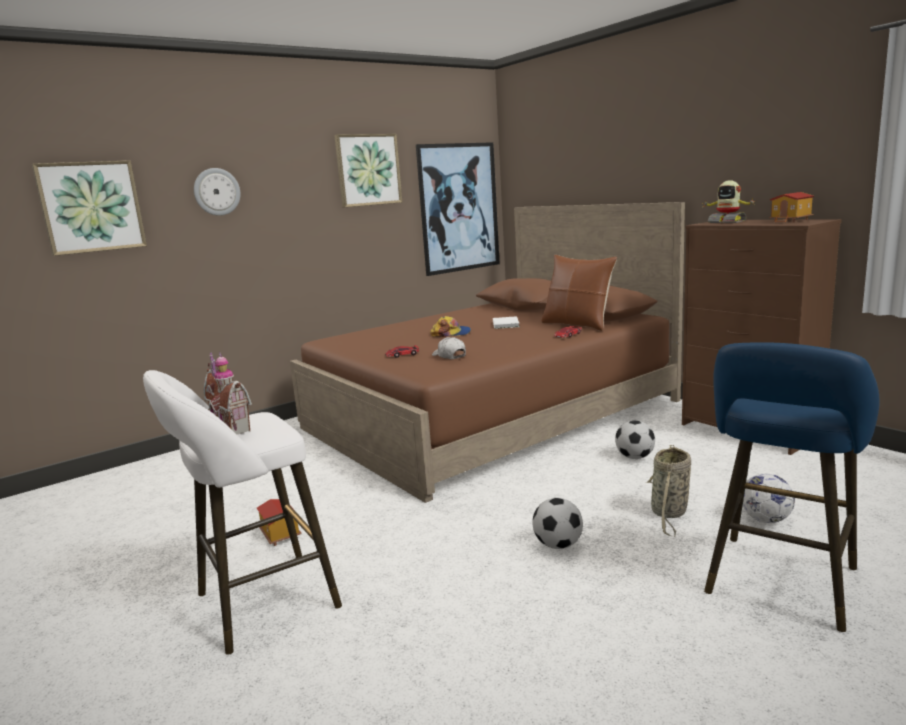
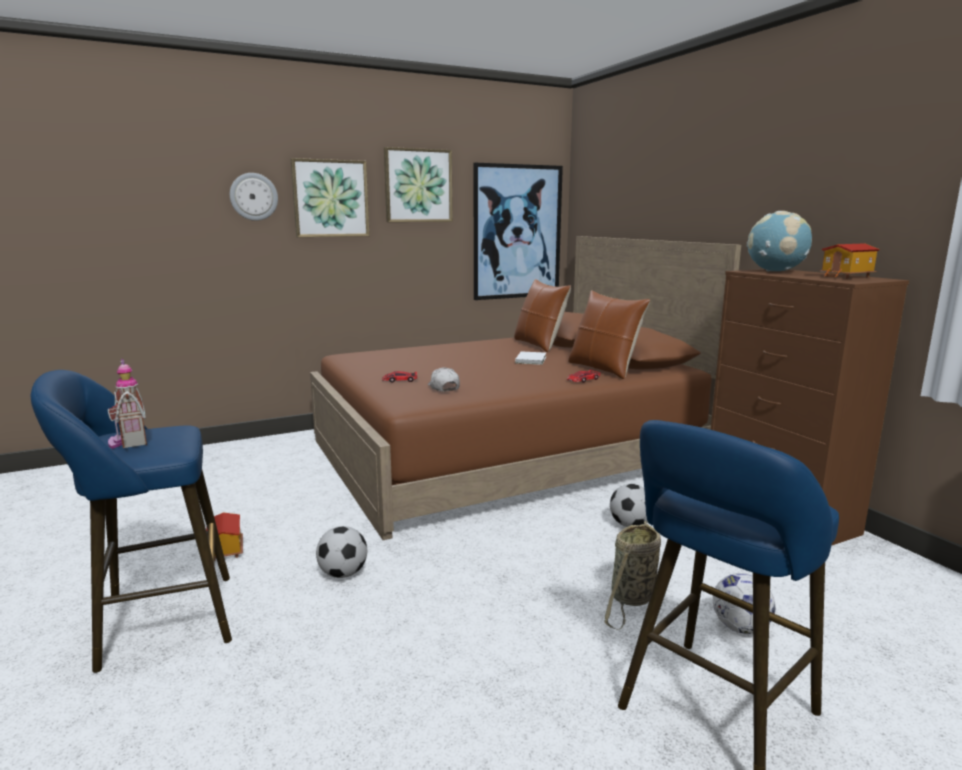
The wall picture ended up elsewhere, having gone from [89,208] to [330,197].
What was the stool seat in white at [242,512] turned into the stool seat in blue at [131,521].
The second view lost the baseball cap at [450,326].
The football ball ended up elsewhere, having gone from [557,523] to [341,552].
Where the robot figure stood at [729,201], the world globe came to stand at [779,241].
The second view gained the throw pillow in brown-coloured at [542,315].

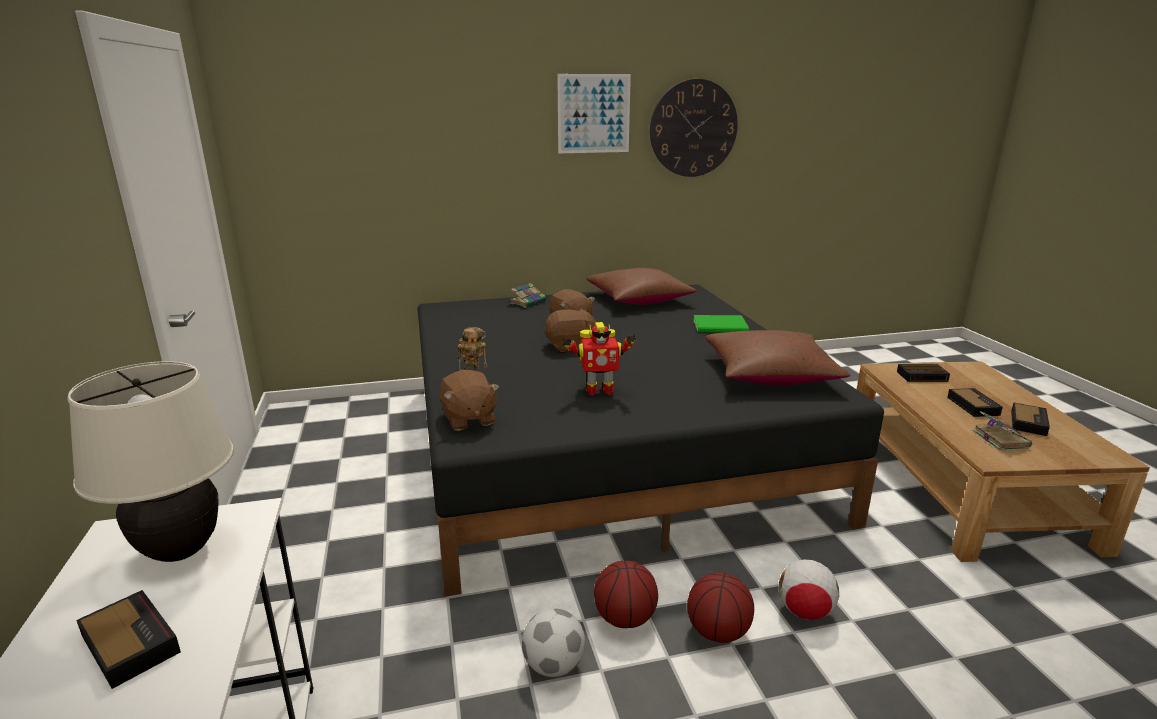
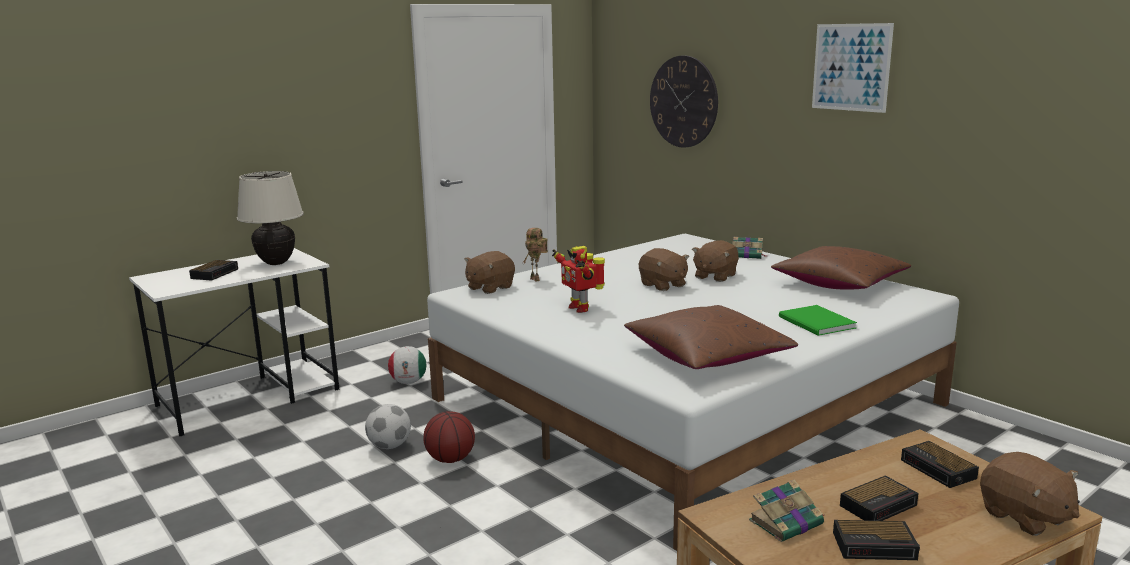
What was the bedroom bed in blackish at [651,441] turned into the bedroom bed in white at [693,392].
The clock on the wall ended up elsewhere, having gone from [694,128] to [684,101].
The second view lost the basketball at [720,607].
The football ball ended up elsewhere, having gone from [809,590] to [407,365].
The second view gained the plush toy in brown-coloured at [1030,494].

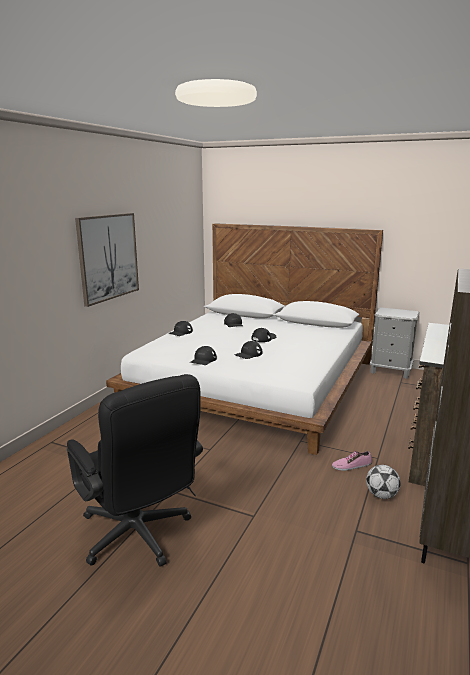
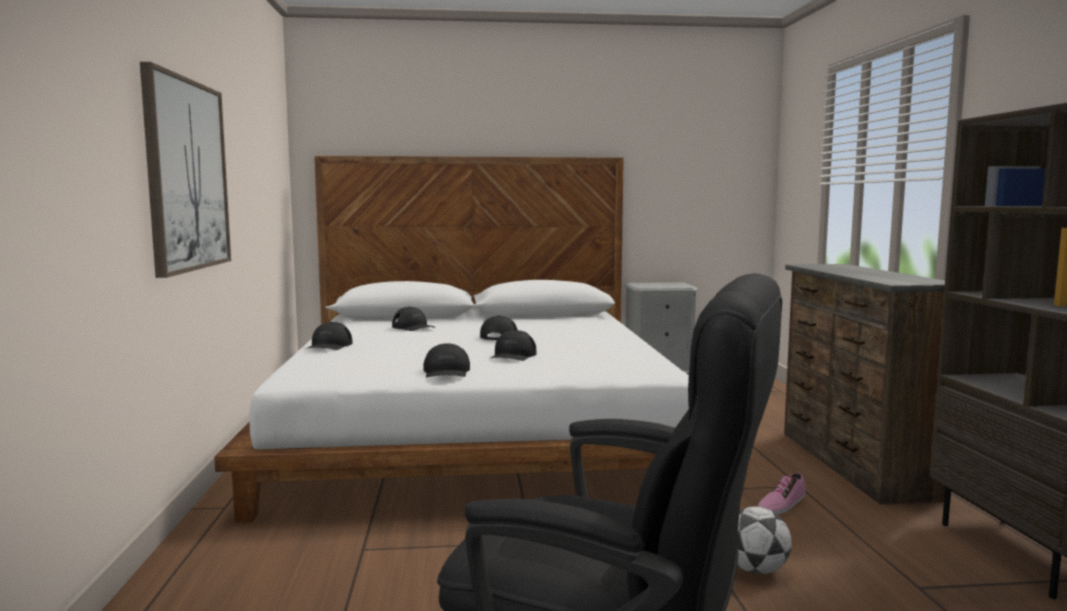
The football ball ended up elsewhere, having gone from [383,482] to [764,540].

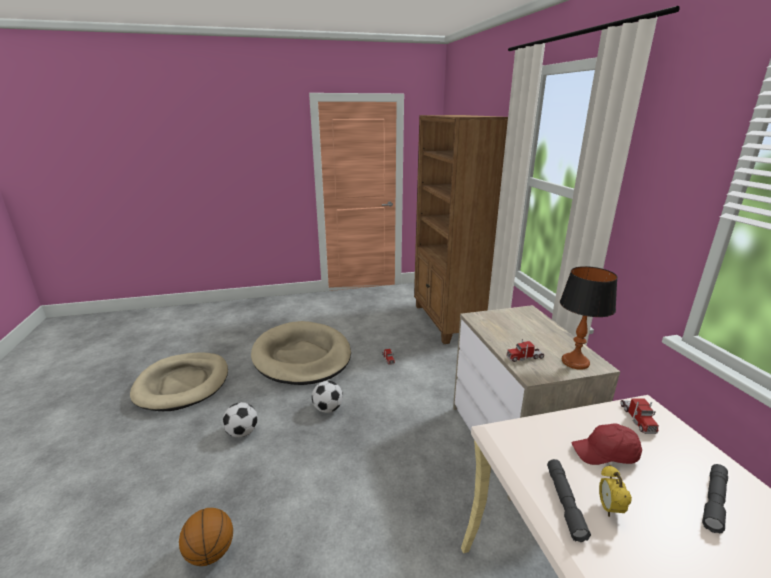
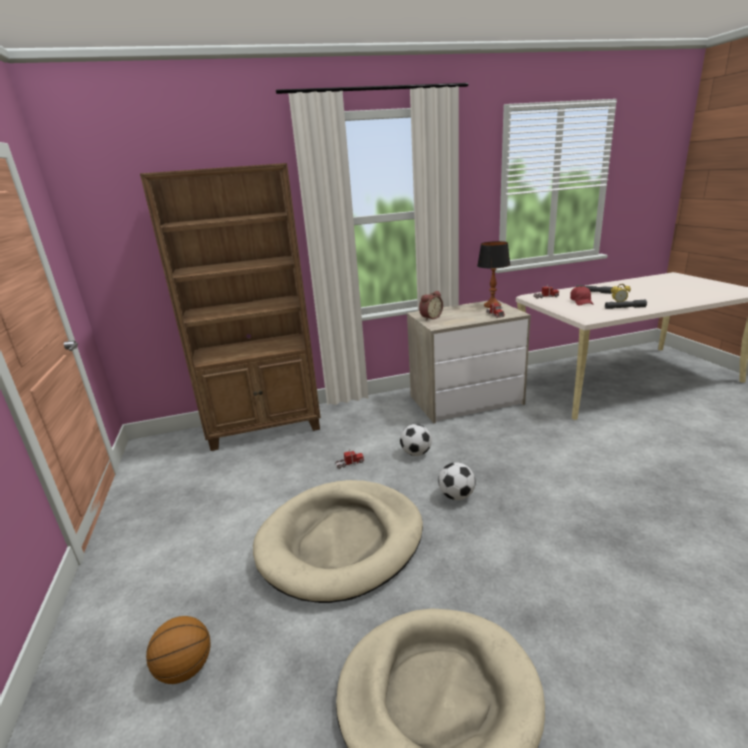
The basketball ended up elsewhere, having gone from [206,537] to [178,650].
The football ball ended up elsewhere, having gone from [240,419] to [416,440].
The second view gained the bedside clock at [431,306].

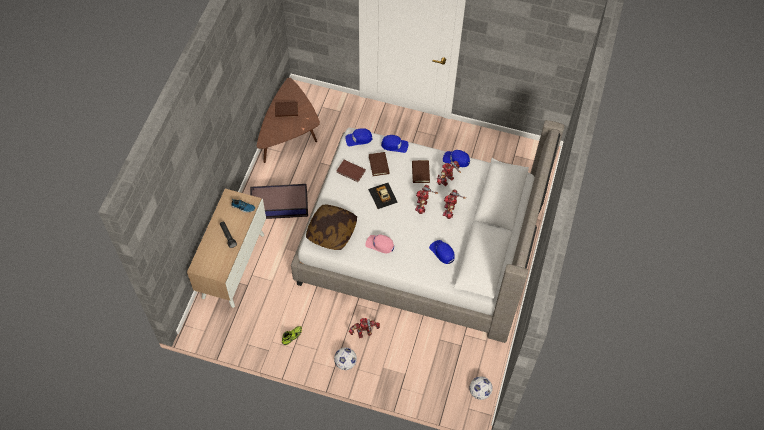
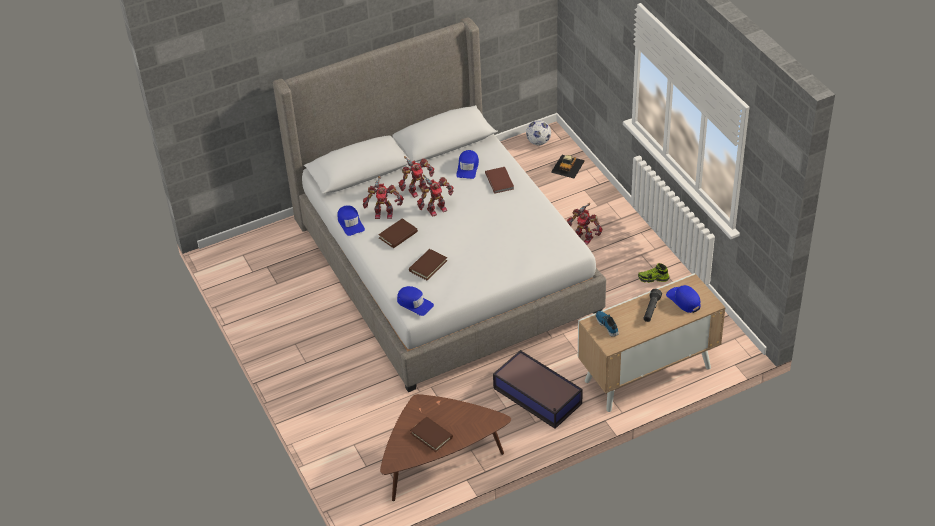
The second view lost the throw pillow at [331,227].
The second view lost the football ball at [345,358].
The book in brown-coloured ended up elsewhere, having gone from [351,171] to [499,180].
The second view lost the baseball cap in pink-coloured at [379,244].
The toy car ended up elsewhere, having gone from [383,196] to [568,166].
The baseball cap in blue ended up elsewhere, having gone from [394,144] to [683,299].

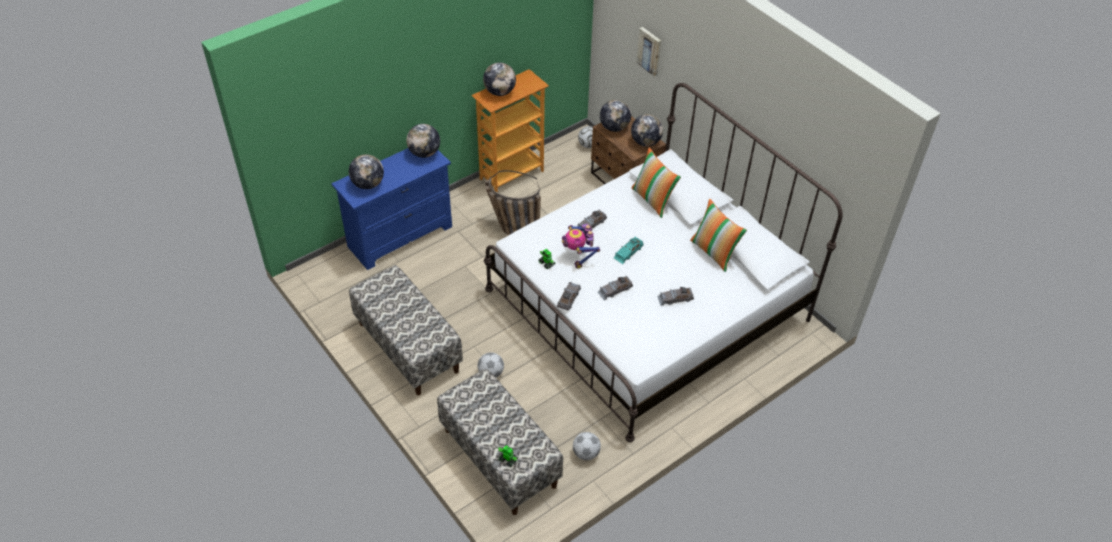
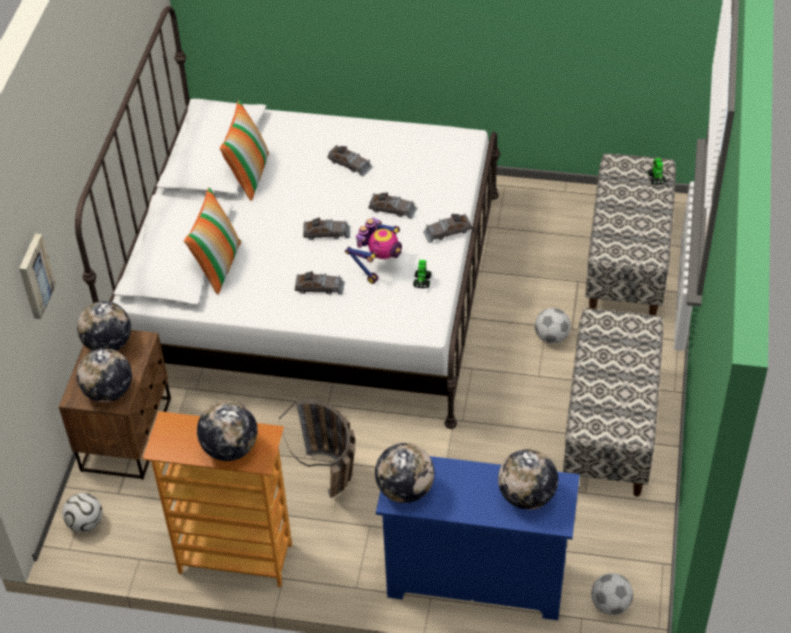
The football ball ended up elsewhere, having gone from [587,446] to [612,594].
What was the toy car in turquoise at [629,250] turned into the toy car in grey at [326,228].

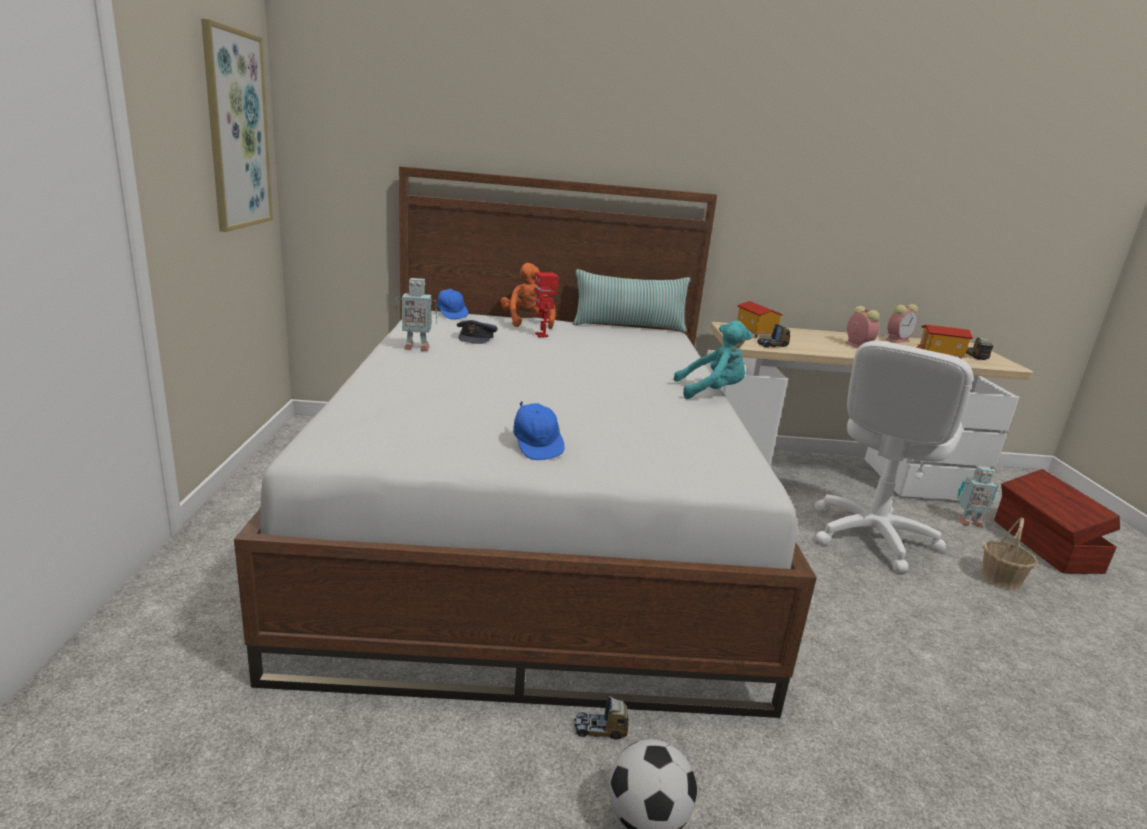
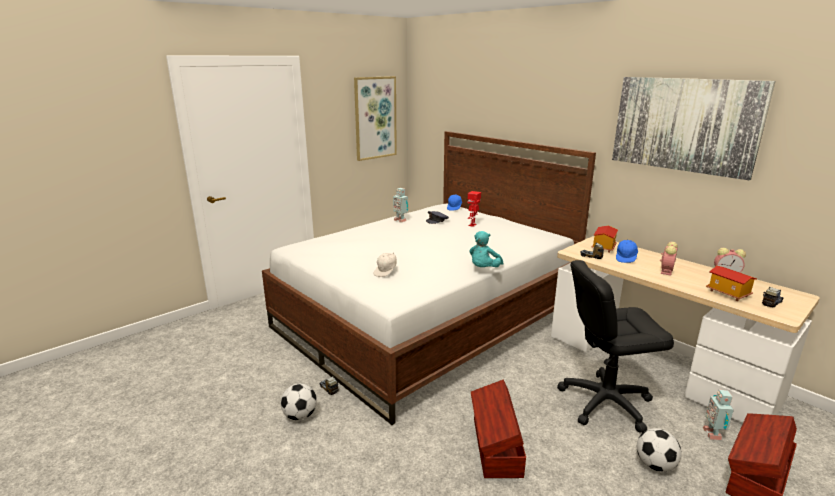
The second view lost the plush toy in orange at [528,296].
The baseball cap in blue ended up elsewhere, having gone from [539,430] to [627,251].
The second view lost the throw pillow at [632,300].
The plush toy in turquoise at [713,360] ended up facing another way, 75 degrees clockwise from before.
What was the office chair in white at [893,457] turned into the office chair in blackish at [615,346].
The robot figure at [977,496] ended up facing another way, 45 degrees clockwise from before.
Where the basket stood at [1008,554], the football ball came to stand at [659,450].
The second view gained the baseball cap in white at [385,264].
The second view gained the storage bin in brown-coloured at [498,429].
The second view gained the wall picture at [693,129].

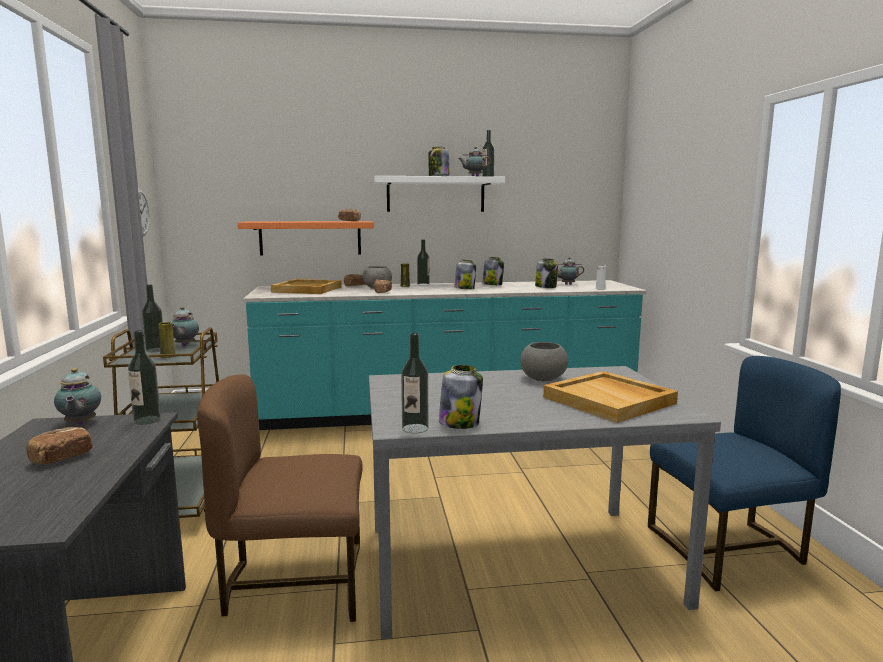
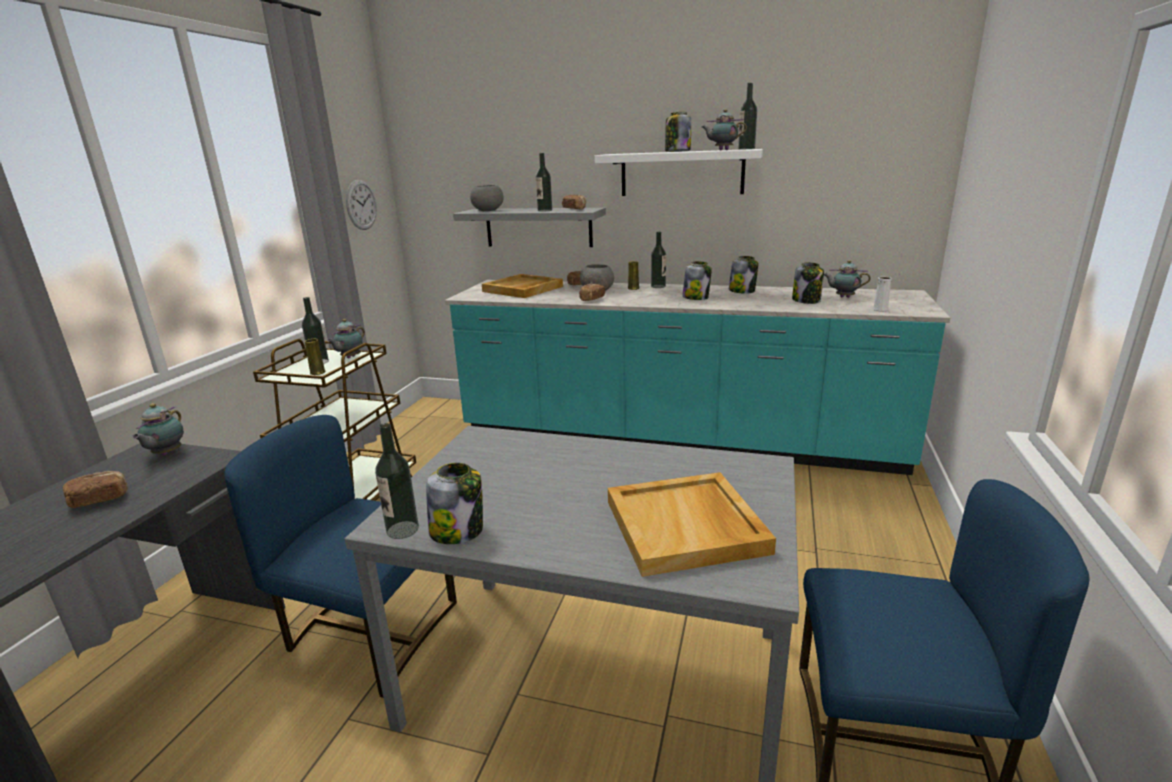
The drink bottle ended up elsewhere, having gone from [144,377] to [544,182].
What was the plain chair in brown-coloured at [280,498] turned into the plain chair in blue at [340,556].
What was the wall shelf in orange at [306,238] turned into the wall shelf in grey at [529,227].
The serving bowl in grey ended up elsewhere, having gone from [544,362] to [487,198].

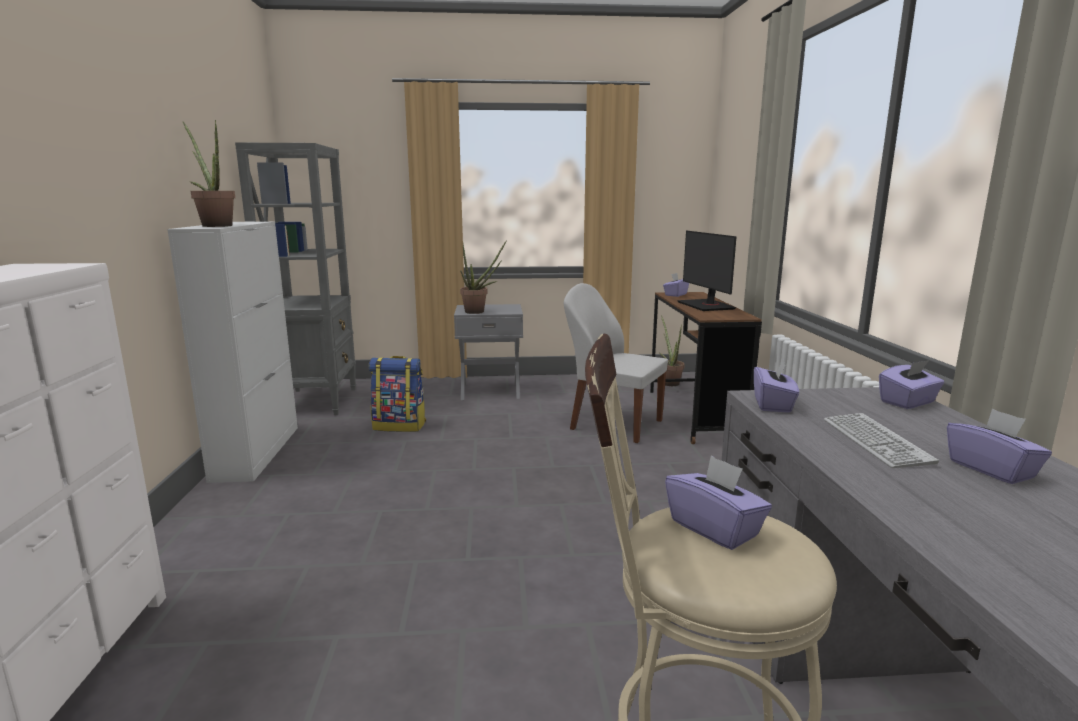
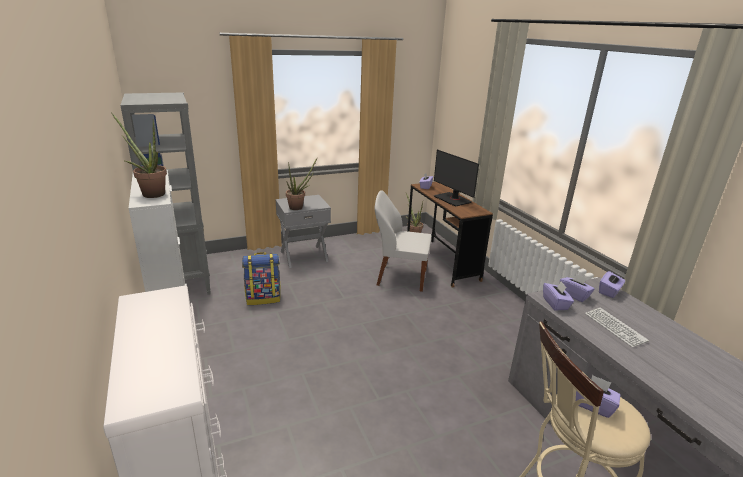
The tissue box in purplish ended up elsewhere, having gone from [999,446] to [577,287].

